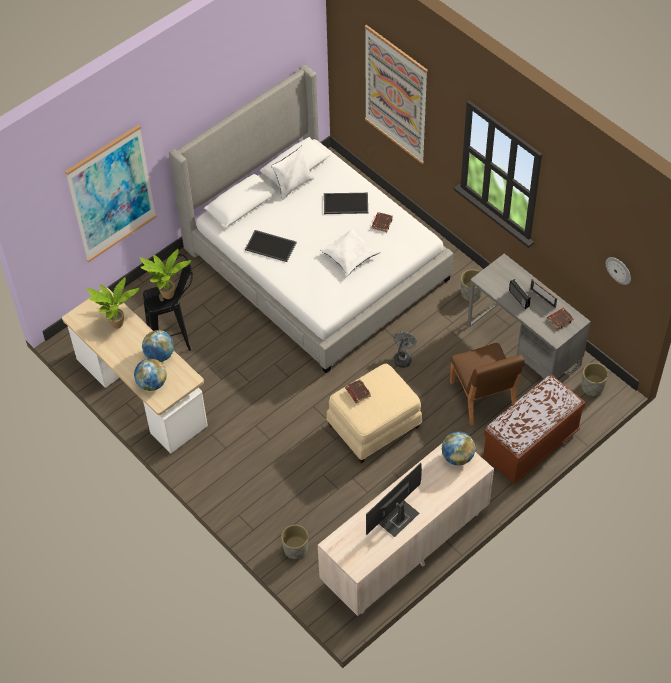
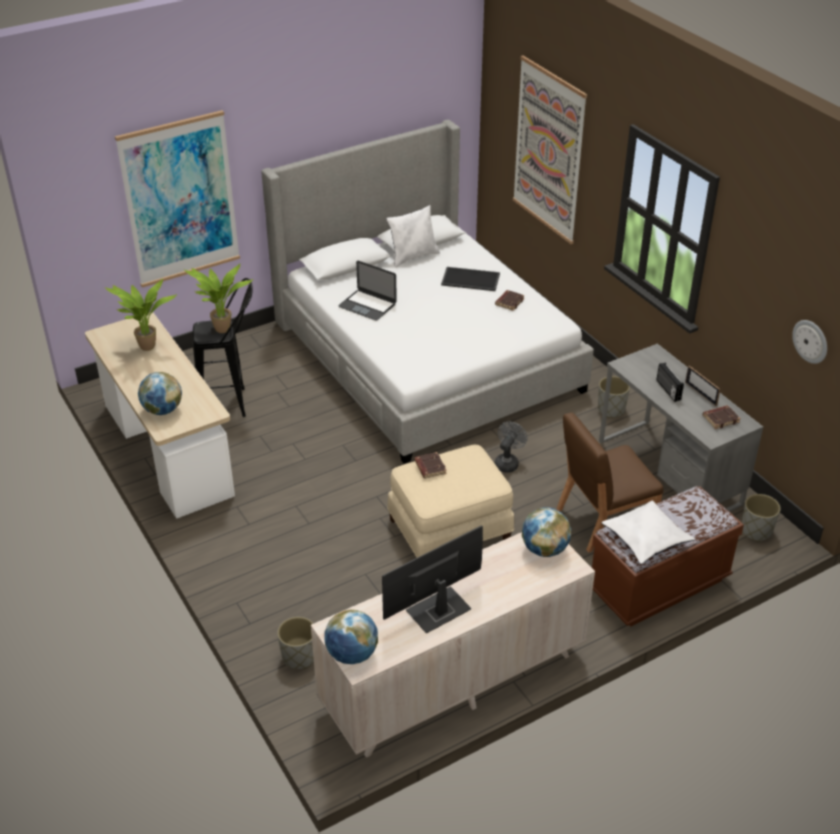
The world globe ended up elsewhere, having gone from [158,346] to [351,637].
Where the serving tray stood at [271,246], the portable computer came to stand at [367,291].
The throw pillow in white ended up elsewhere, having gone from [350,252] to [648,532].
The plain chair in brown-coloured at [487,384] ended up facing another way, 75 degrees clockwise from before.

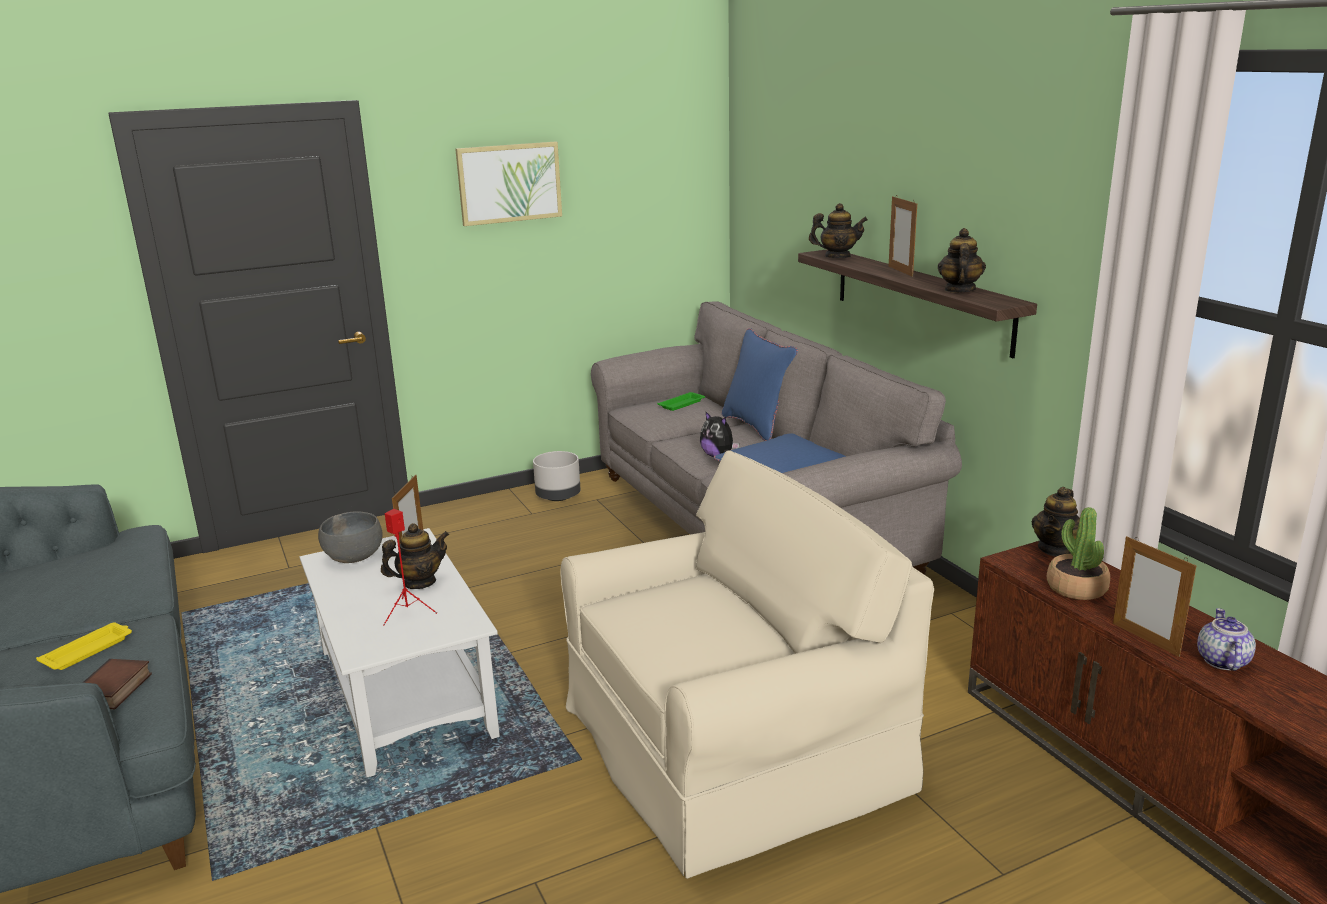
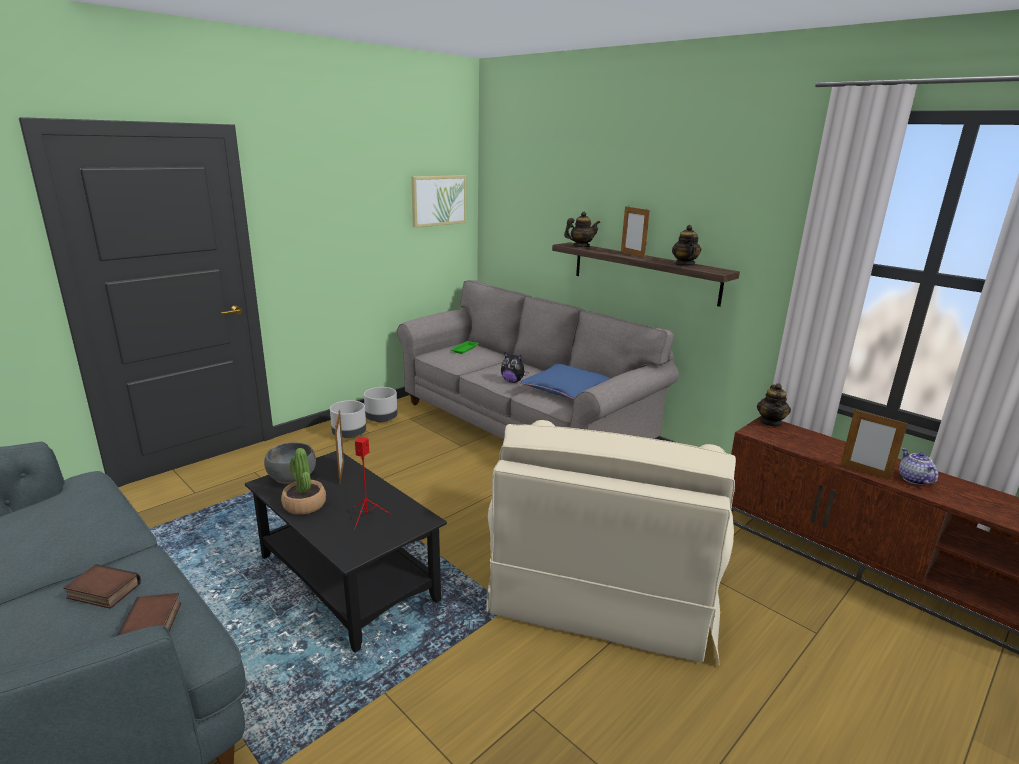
Where the serving tray in yellowish stood at [84,646], the book came to stand at [102,586].
What was the coffee table in white at [400,652] turned into the coffee table in blackish at [346,552].
The second view lost the pot for tea at [415,556].
The wall picture ended up elsewhere, having gone from [508,183] to [438,201].
The armchair in beige-coloured at [747,664] ended up facing another way, 150 degrees clockwise from before.
The second view lost the throw pillow in blue at [759,384].
The plant in a pot ended up elsewhere, having gone from [1078,553] to [303,481].
The second view gained the flower pot in grey at [348,419].

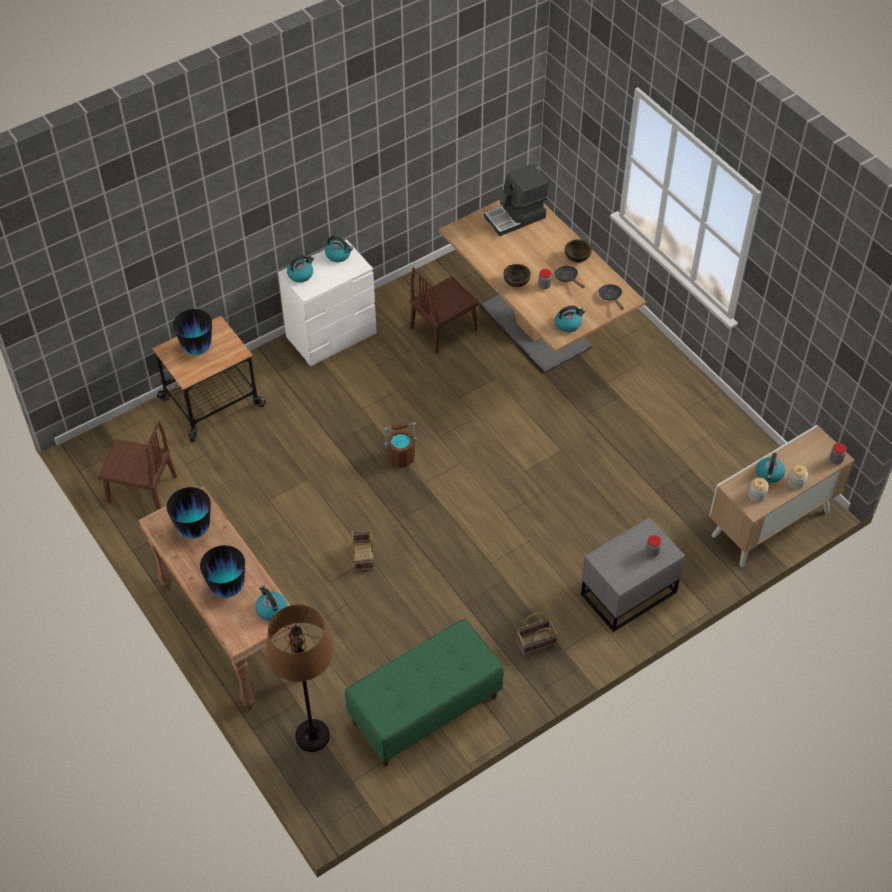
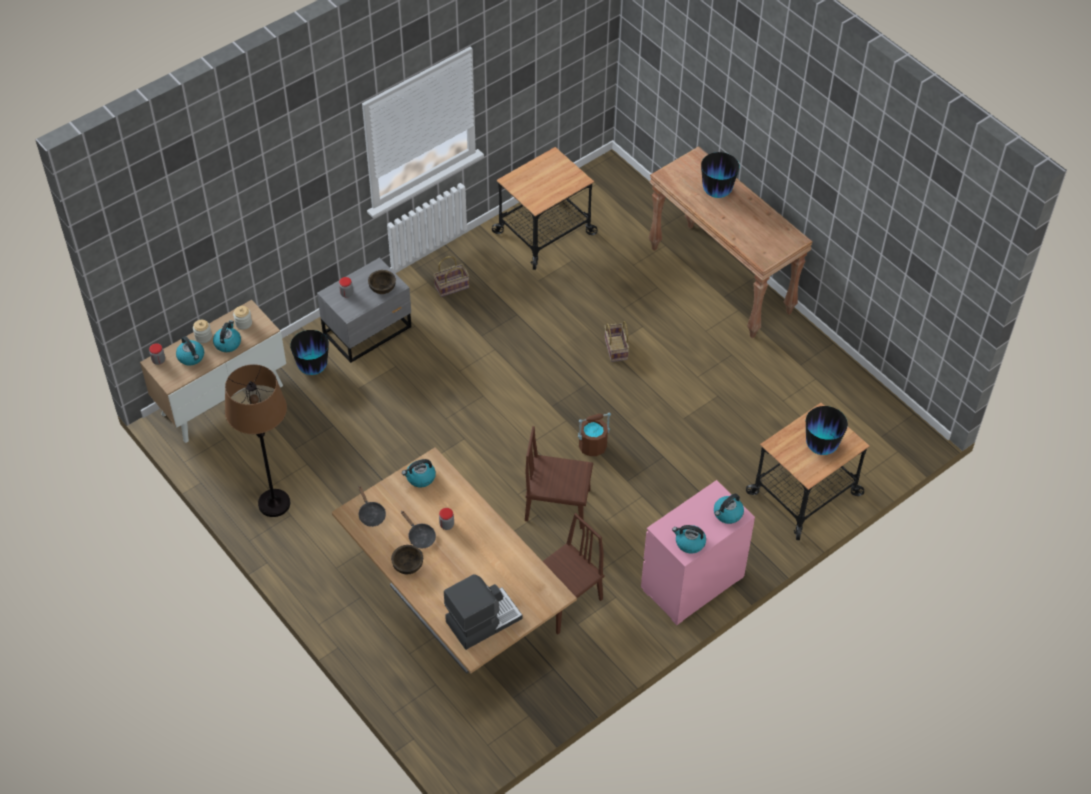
The plain chair in brown-coloured ended up elsewhere, having gone from [137,465] to [559,477].
The flower vase ended up elsewhere, having gone from [188,512] to [309,352].
The tea kettle ended up elsewhere, having gone from [271,603] to [190,351].
The standing lamp in brown-coloured ended up elsewhere, having gone from [300,678] to [257,440].
What was the dresser in white at [327,302] turned into the dresser in pink-coloured at [698,552].
Where the bench in green stood at [424,693], the wheeled cart came to stand at [545,208].
The serving bowl in brown-coloured ended up elsewhere, having gone from [517,275] to [382,282].

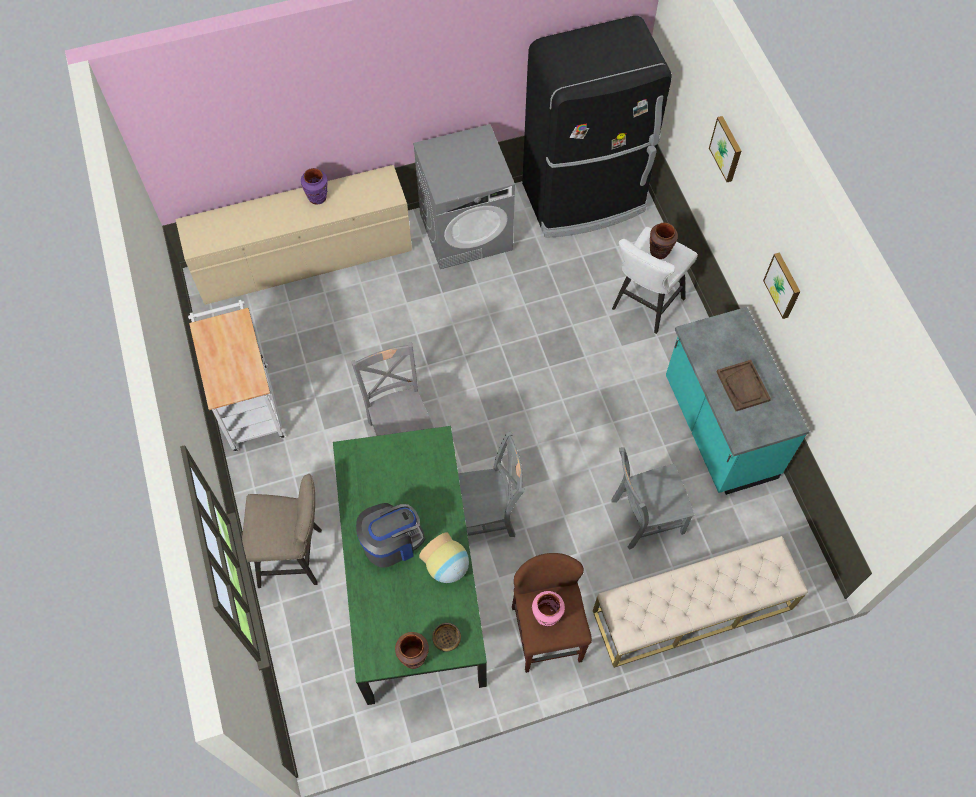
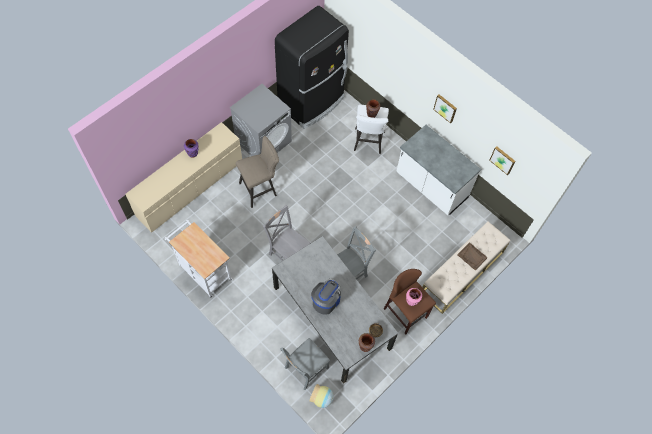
The stool seat in beige-coloured ended up elsewhere, having gone from [282,531] to [257,172].
What was the dinner table in green at [410,565] turned into the dinner table in grey at [335,310].
The flower vase ended up elsewhere, having gone from [444,557] to [321,396].
The plain chair in grey ended up elsewhere, having gone from [653,499] to [305,364].
What was the kitchen base unit in turquoise at [737,401] turned into the kitchen base unit in white at [438,170].
The wall picture ended up elsewhere, having gone from [725,149] to [502,160].
The serving tray in brown-coloured ended up elsewhere, having gone from [744,385] to [472,256].

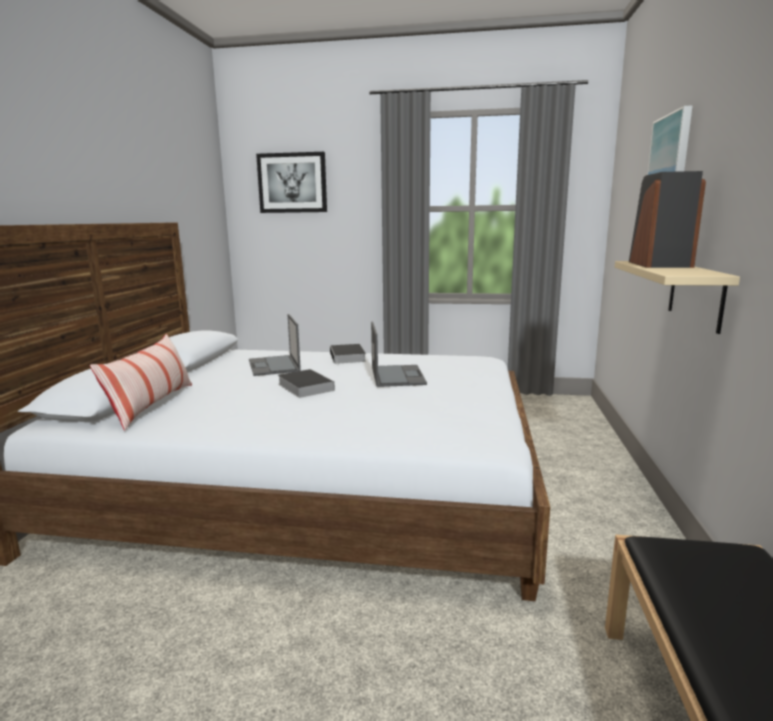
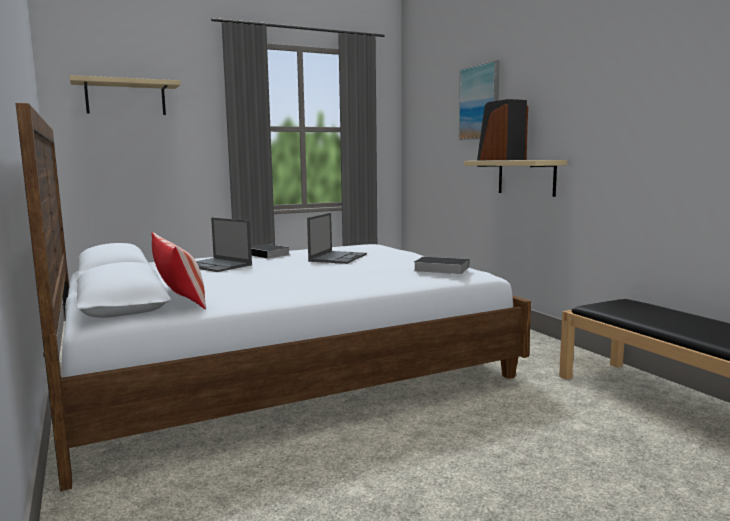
Where the wall picture hung at [291,182], the wall shelf in beige-coloured came to hang at [125,95].
The book ended up elsewhere, having gone from [306,383] to [441,265].
The portable computer at [399,354] ended up facing another way, 60 degrees clockwise from before.

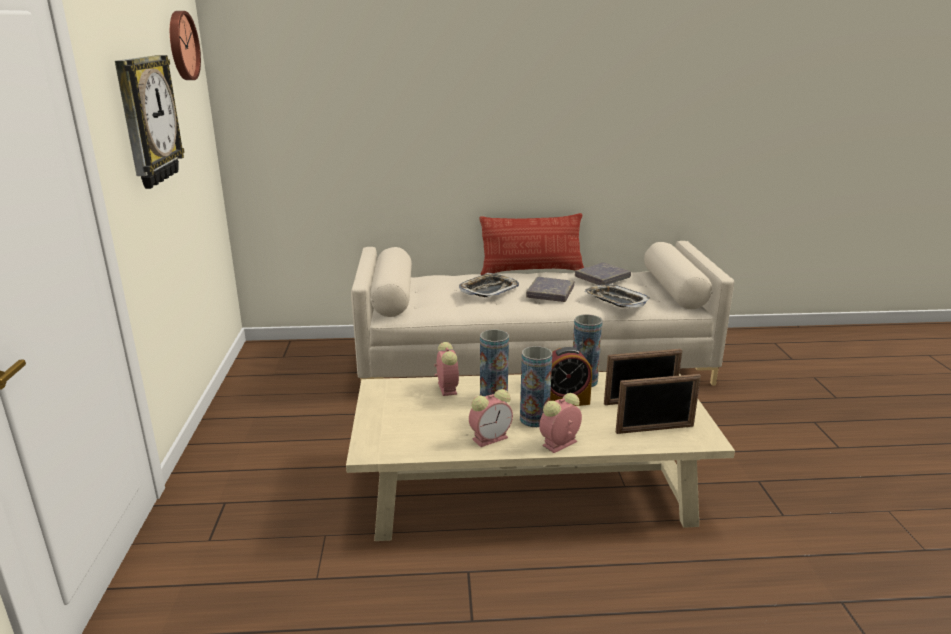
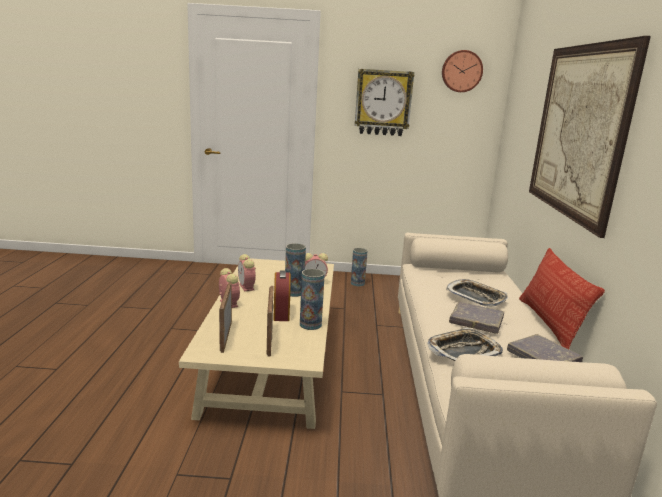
The flower vase ended up elsewhere, having gone from [536,386] to [359,267].
The second view gained the wall picture at [590,137].

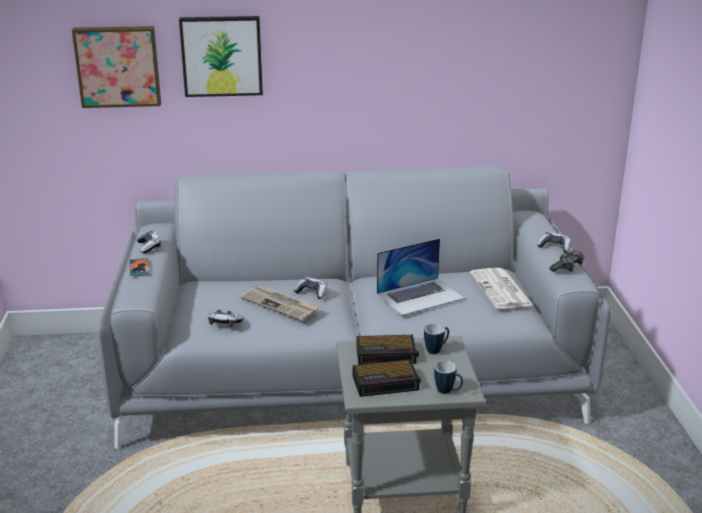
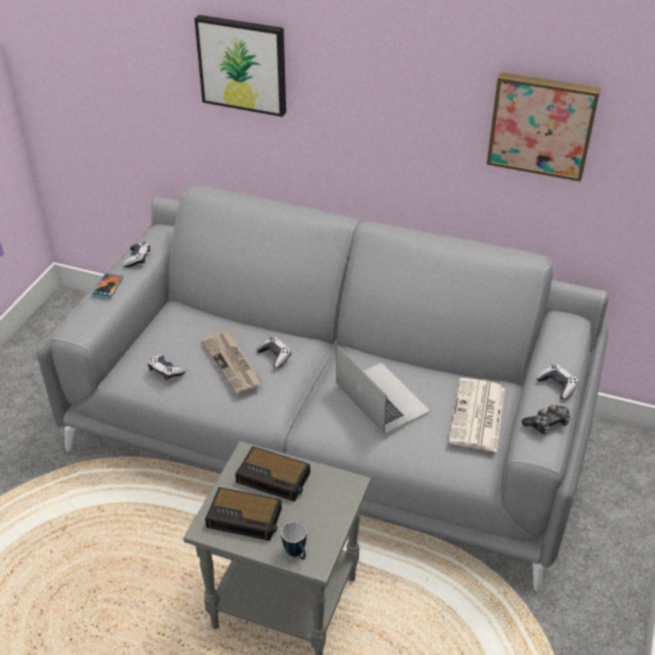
The wall picture ended up elsewhere, having gone from [116,67] to [544,127].
The portable computer at [421,277] ended up facing another way, 120 degrees counterclockwise from before.
The second view lost the coffee mug at [436,338].

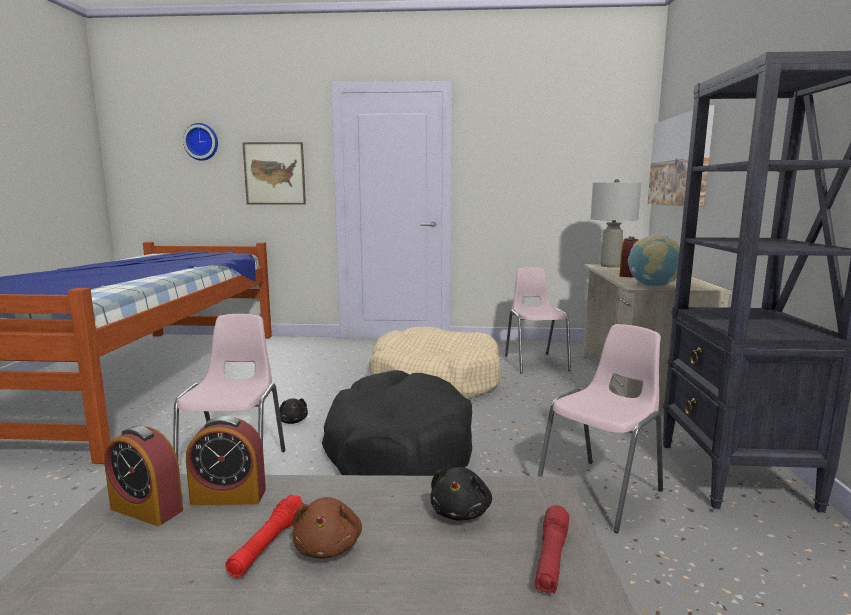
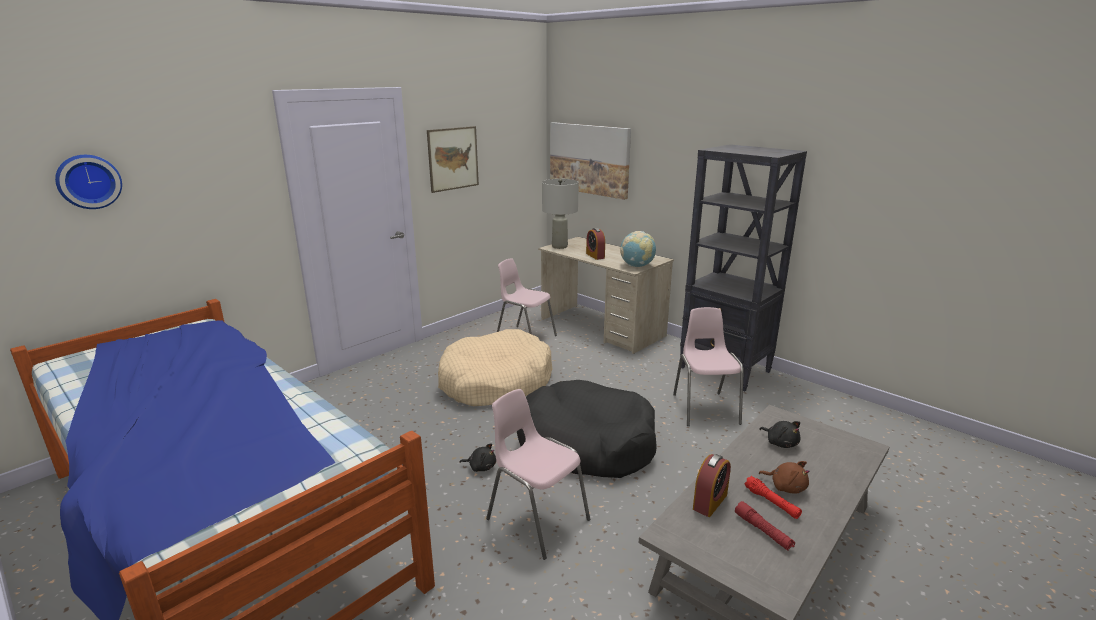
The second view lost the bedside clock at [143,476].
The wall picture ended up elsewhere, having gone from [274,173] to [453,159].
The hand torch in red-coloured ended up elsewhere, having gone from [552,549] to [765,526].

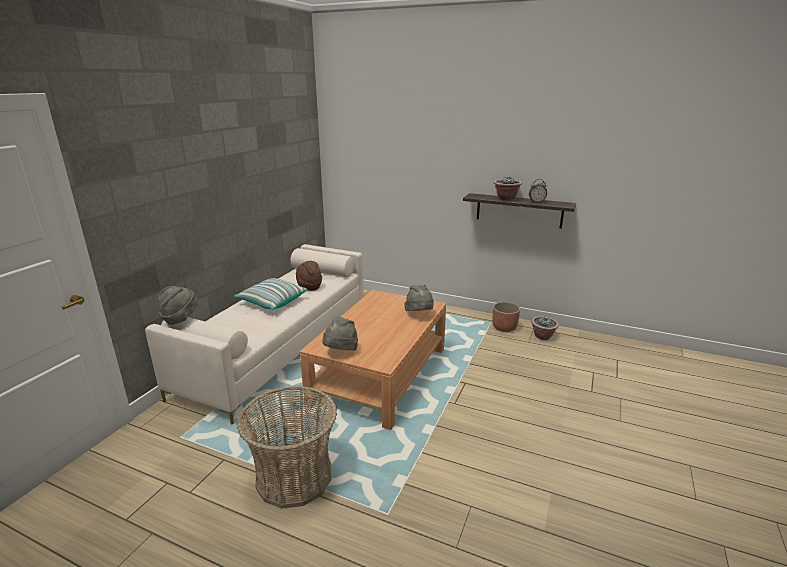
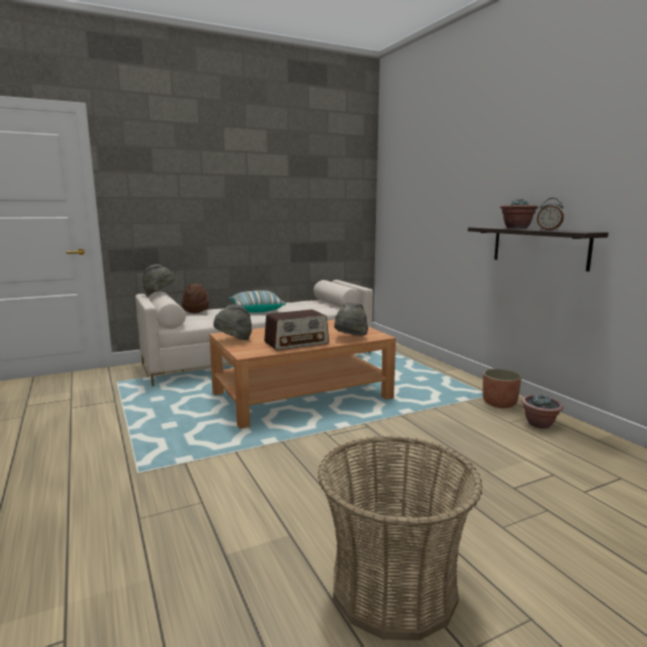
The basket ended up elsewhere, having gone from [287,447] to [400,537].
The clothing hat in brown-coloured ended up elsewhere, having gone from [309,276] to [195,298].
The second view gained the radio set at [296,329].

